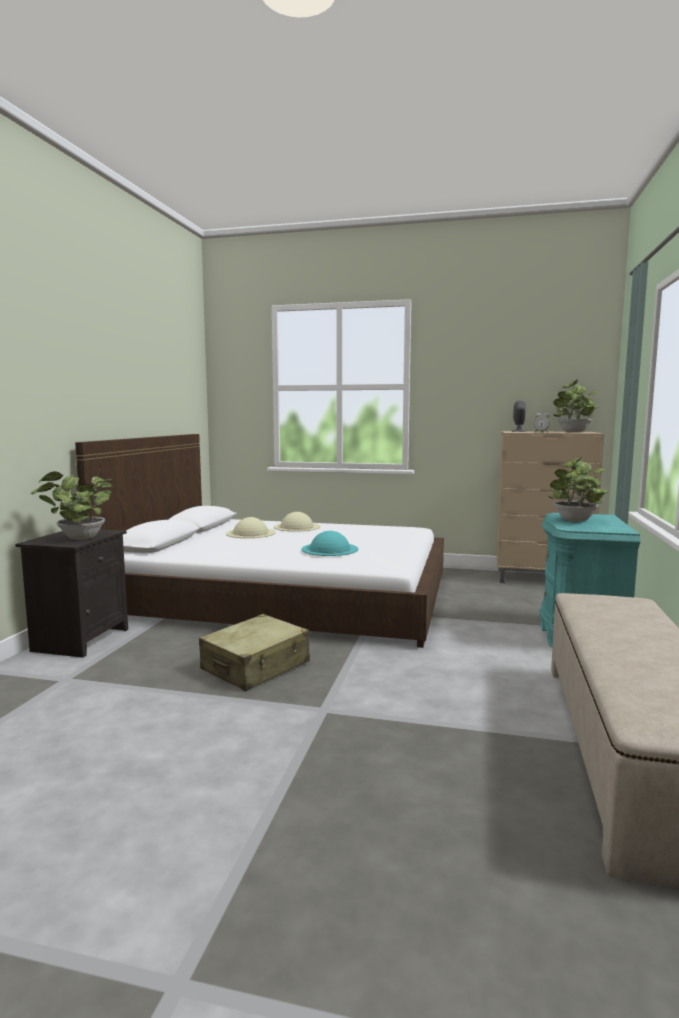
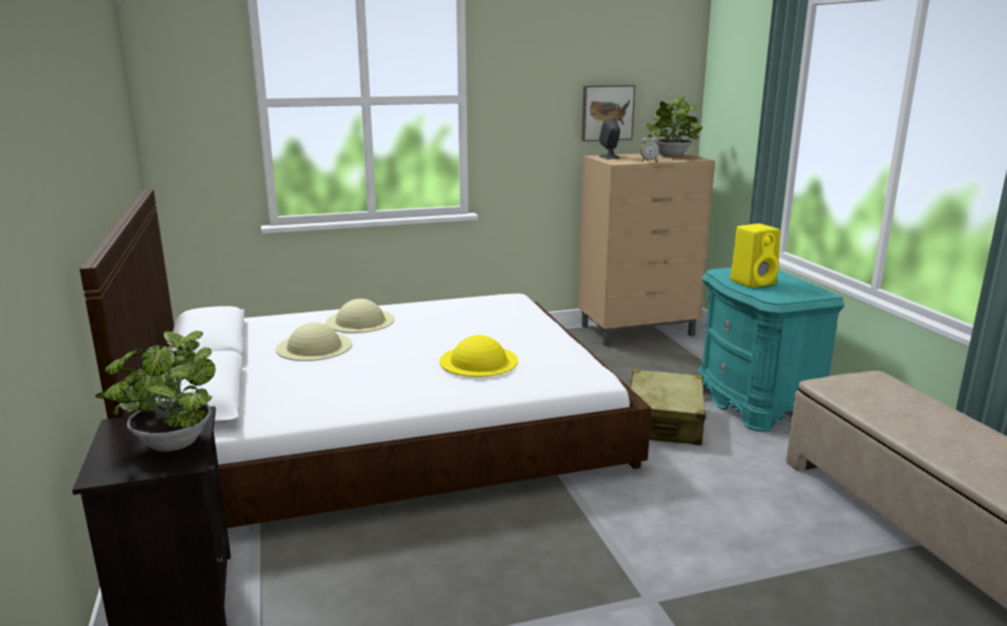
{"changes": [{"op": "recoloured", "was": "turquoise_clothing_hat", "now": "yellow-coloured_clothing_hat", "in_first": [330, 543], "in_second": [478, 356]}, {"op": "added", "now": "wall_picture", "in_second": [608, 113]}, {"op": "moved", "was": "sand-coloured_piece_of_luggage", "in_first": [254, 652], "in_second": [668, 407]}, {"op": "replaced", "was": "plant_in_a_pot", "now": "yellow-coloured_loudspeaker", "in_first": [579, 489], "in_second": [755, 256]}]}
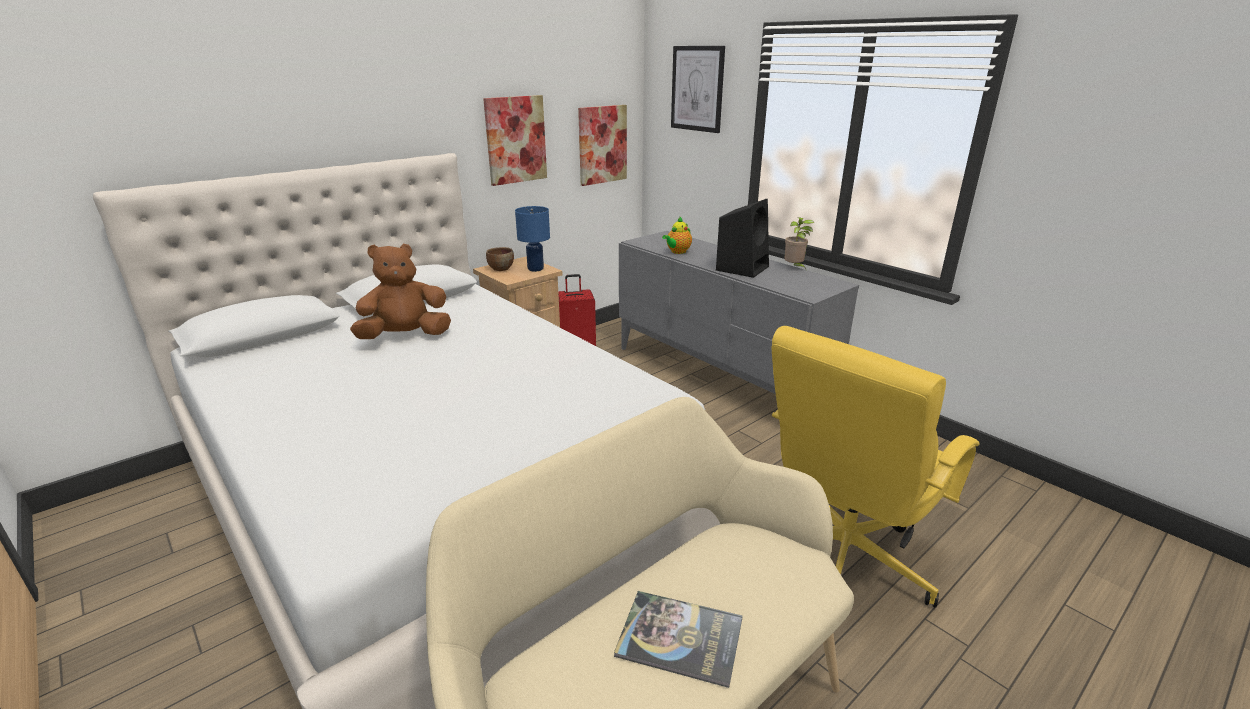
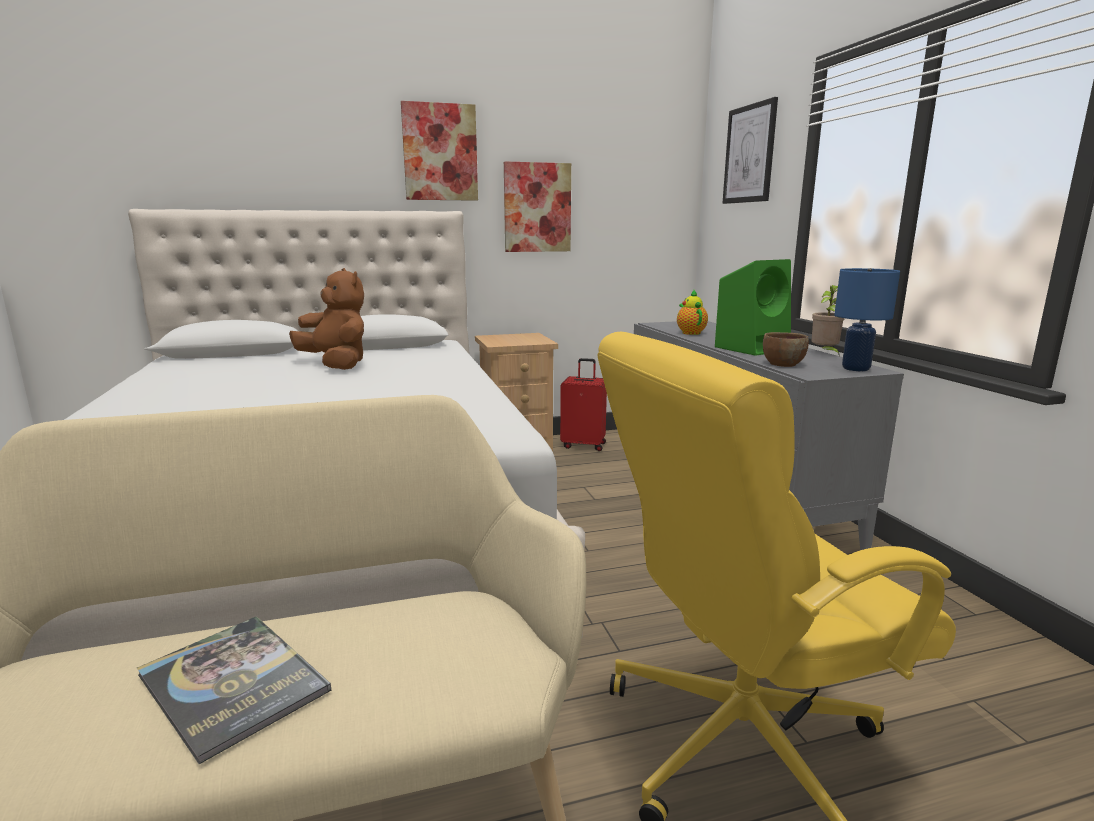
{"changes": [{"op": "turned", "was": "brown-coloured_cuddly_toy", "in_first": [400, 291], "in_second": [326, 319], "clockwise": 45}, {"op": "moved", "was": "wall_picture", "in_first": [602, 145], "in_second": [439, 151]}, {"op": "turned", "was": "teapot", "in_first": [677, 235], "in_second": [692, 312], "clockwise": 105}, {"op": "recoloured", "was": "black_loudspeaker", "now": "green-coloured_loudspeaker", "in_first": [742, 238], "in_second": [753, 307]}, {"op": "moved", "was": "brown-coloured_bowl", "in_first": [500, 259], "in_second": [786, 349]}, {"op": "moved", "was": "bluish_tabletop_lamp", "in_first": [532, 239], "in_second": [867, 319]}]}
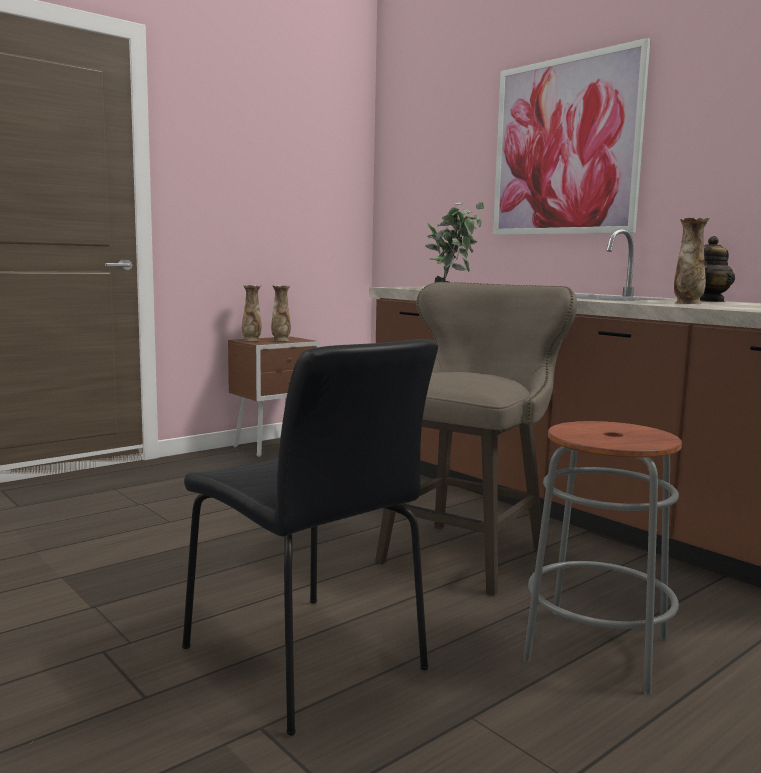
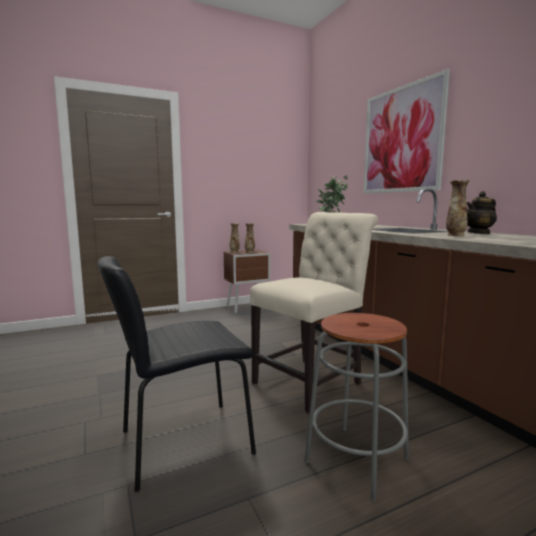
{"changes": [{"op": "turned", "was": "black_chair", "in_first": [310, 537], "in_second": [176, 374], "clockwise": 90}, {"op": "replaced", "was": "sand-coloured_sitting_stool", "now": "sand-coloured_chair", "in_first": [476, 439], "in_second": [314, 313]}]}
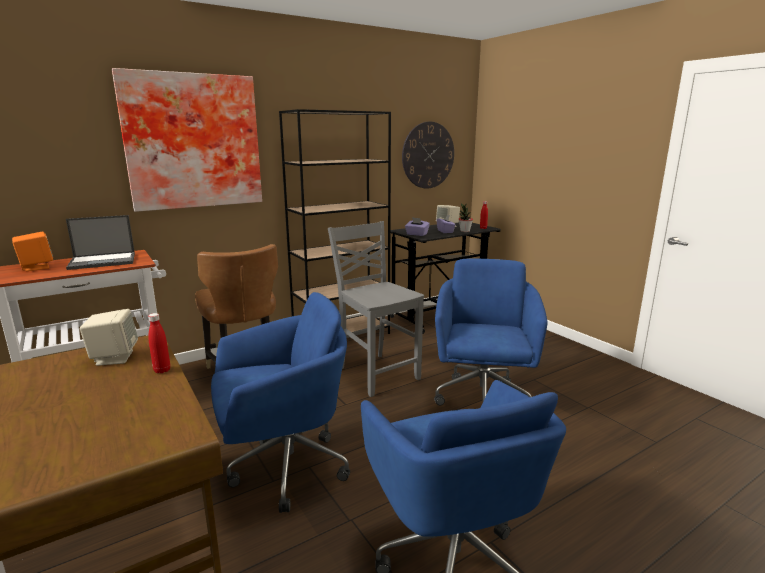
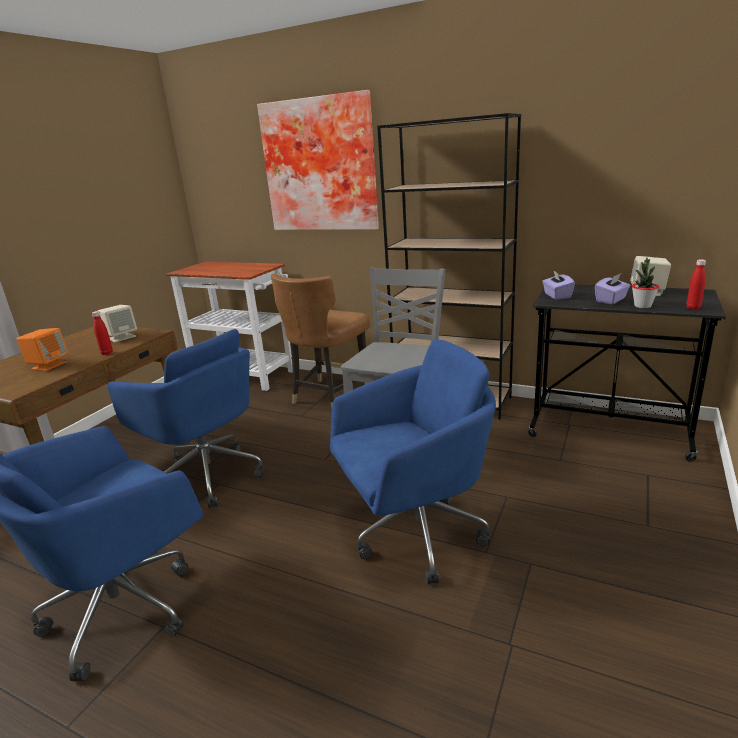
{"changes": [{"op": "moved", "was": "orange_loudspeaker", "in_first": [32, 251], "in_second": [42, 349]}, {"op": "removed", "was": "notebook_computer", "in_first": [100, 242]}, {"op": "removed", "was": "clock_on_the_wall", "in_first": [428, 155]}]}
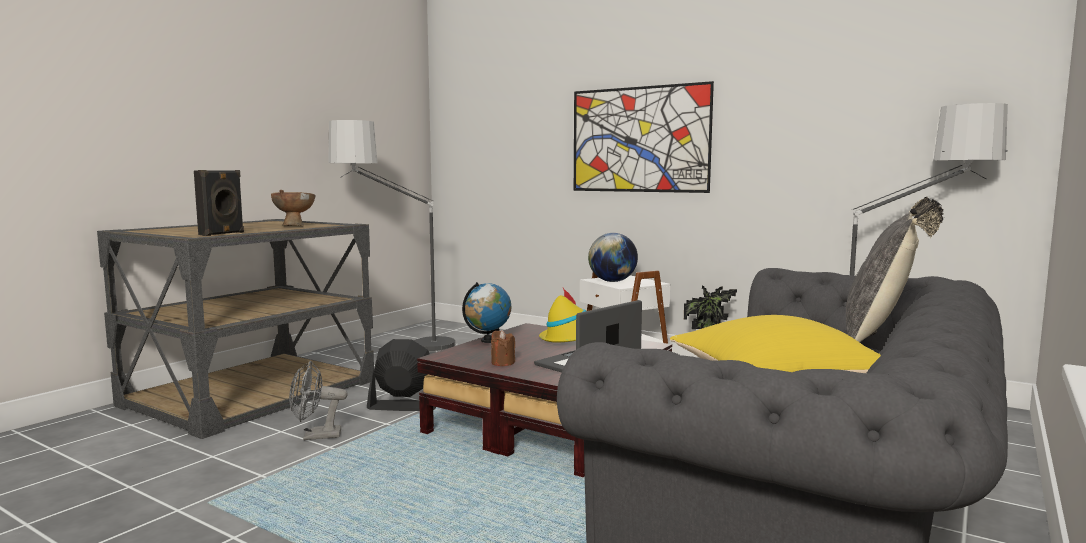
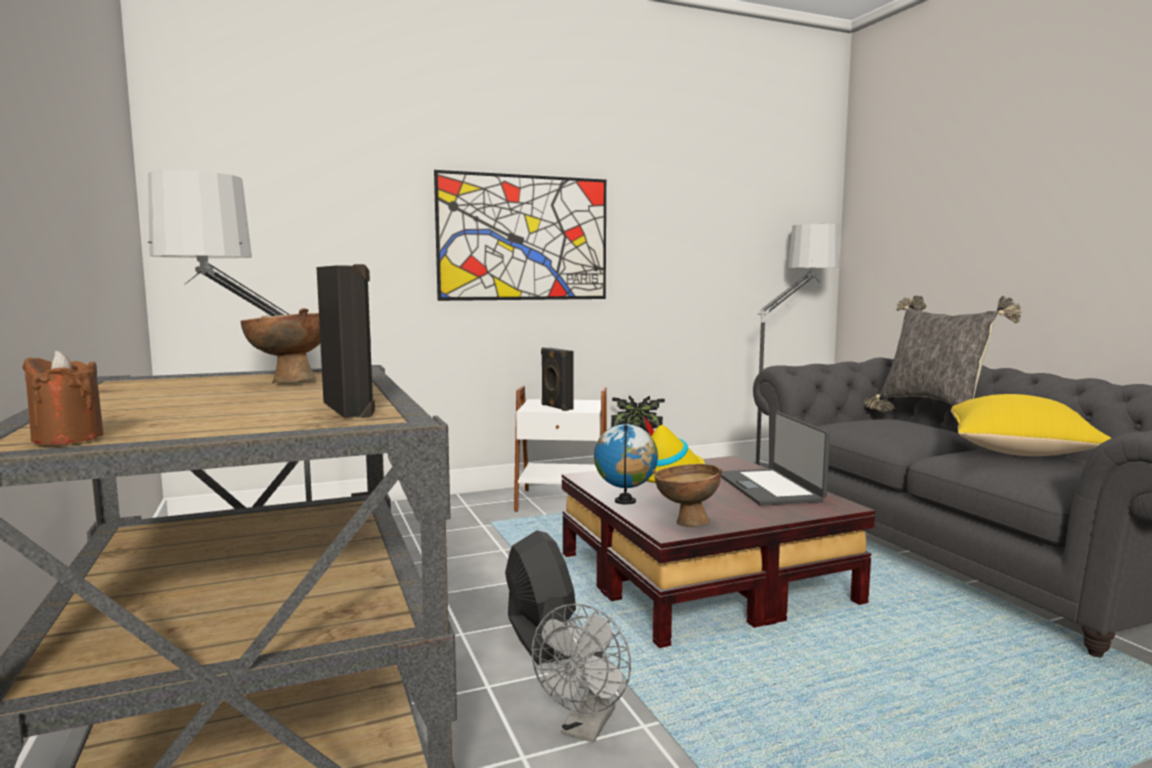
{"changes": [{"op": "moved", "was": "brown-coloured_candle", "in_first": [503, 348], "in_second": [63, 398]}, {"op": "turned", "was": "black_fan", "in_first": [401, 375], "in_second": [540, 597], "clockwise": 120}, {"op": "replaced", "was": "desk_globe", "now": "black_loudspeaker", "in_first": [613, 257], "in_second": [557, 379]}, {"op": "added", "now": "brown-coloured_bowl", "in_second": [687, 495]}]}
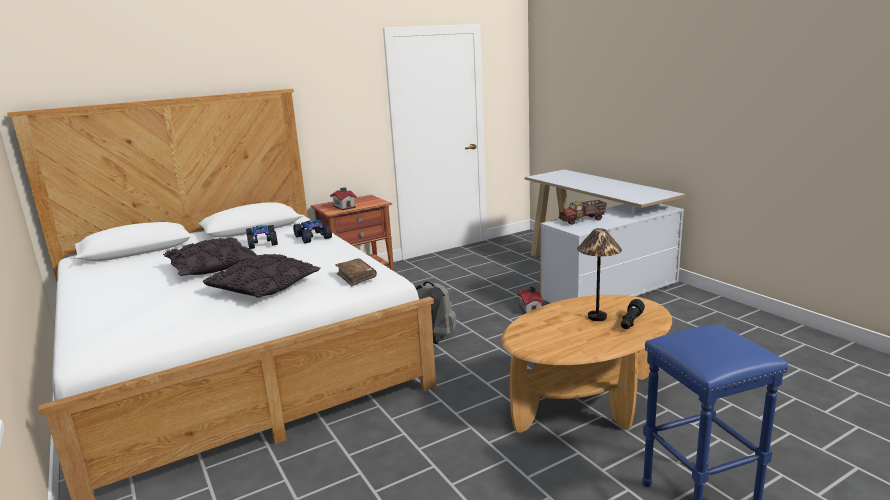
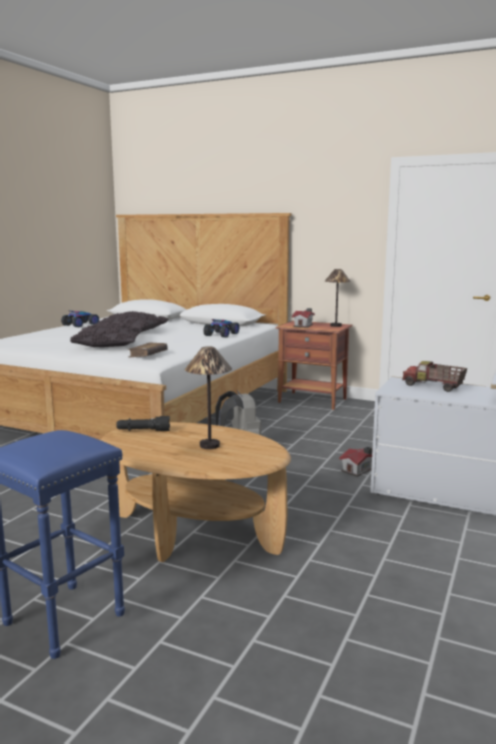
{"changes": [{"op": "moved", "was": "miniature_car", "in_first": [262, 237], "in_second": [80, 318]}, {"op": "moved", "was": "black_hand_torch", "in_first": [633, 314], "in_second": [143, 423]}, {"op": "added", "now": "tabletop_lamp", "in_second": [338, 298]}]}
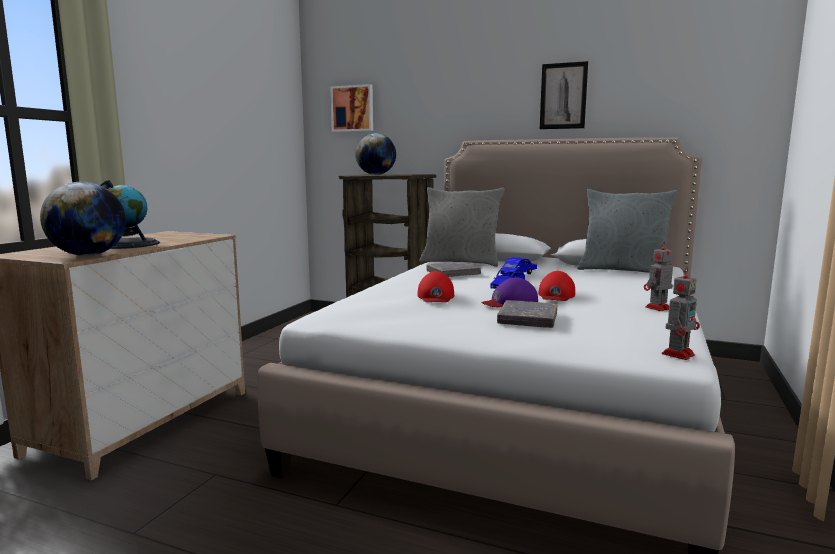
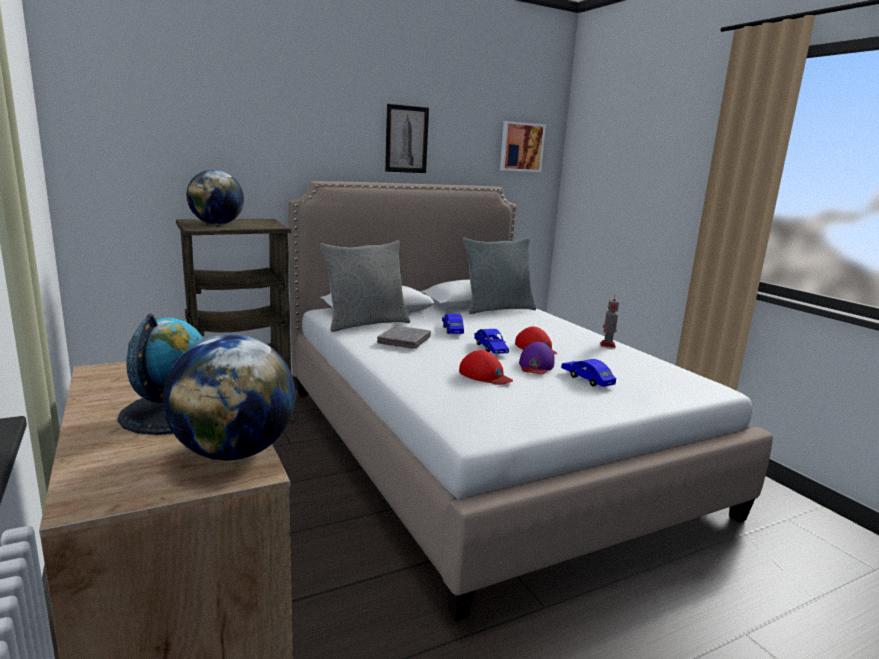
{"changes": [{"op": "moved", "was": "wall_picture", "in_first": [351, 108], "in_second": [523, 146]}, {"op": "replaced", "was": "grey_book", "now": "bluish_miniature_car", "in_first": [527, 314], "in_second": [588, 373]}, {"op": "removed", "was": "model_robot", "in_first": [681, 313]}]}
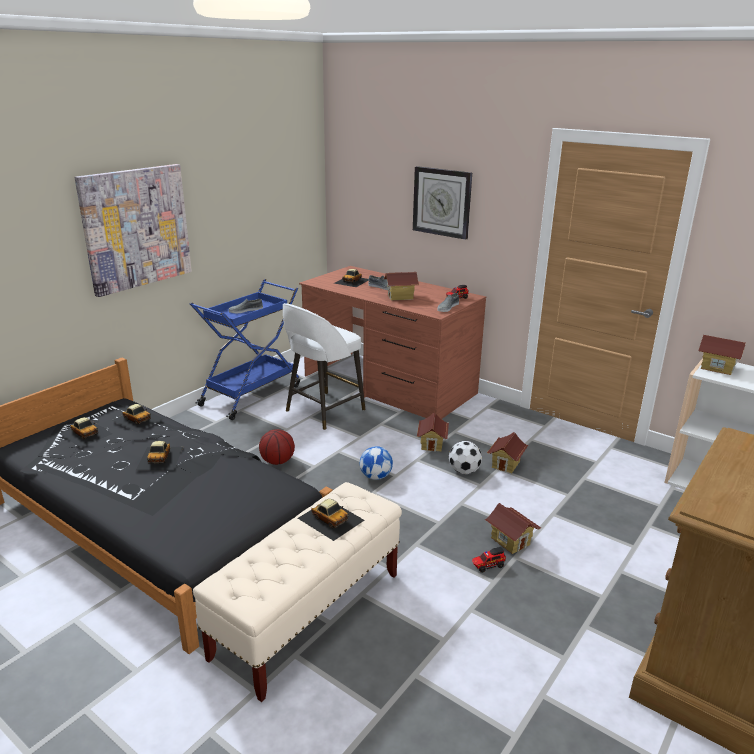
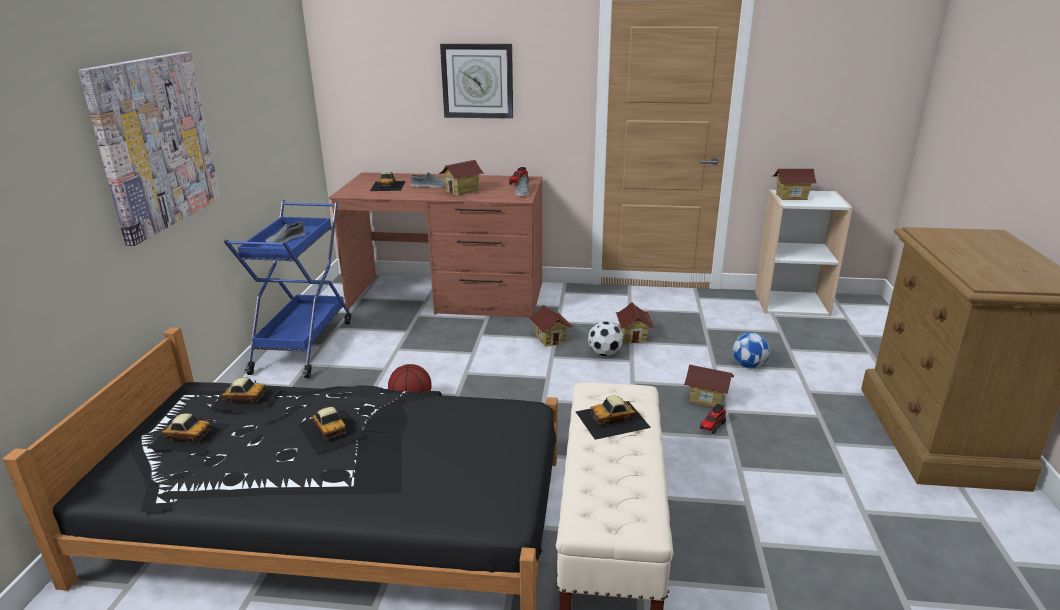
{"changes": [{"op": "turned", "was": "miniature_car", "in_first": [331, 520], "in_second": [613, 418], "clockwise": 150}, {"op": "moved", "was": "football", "in_first": [376, 463], "in_second": [751, 350]}, {"op": "removed", "was": "whitish_sitting_stool", "in_first": [324, 366]}]}
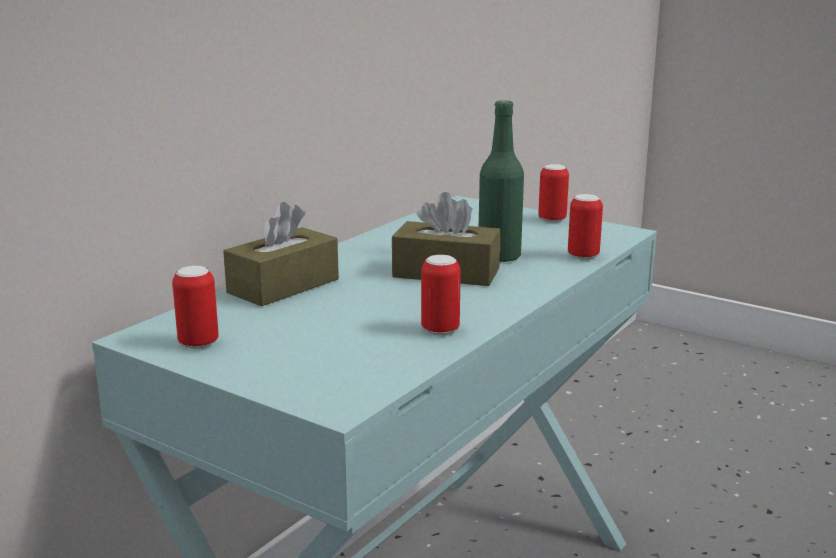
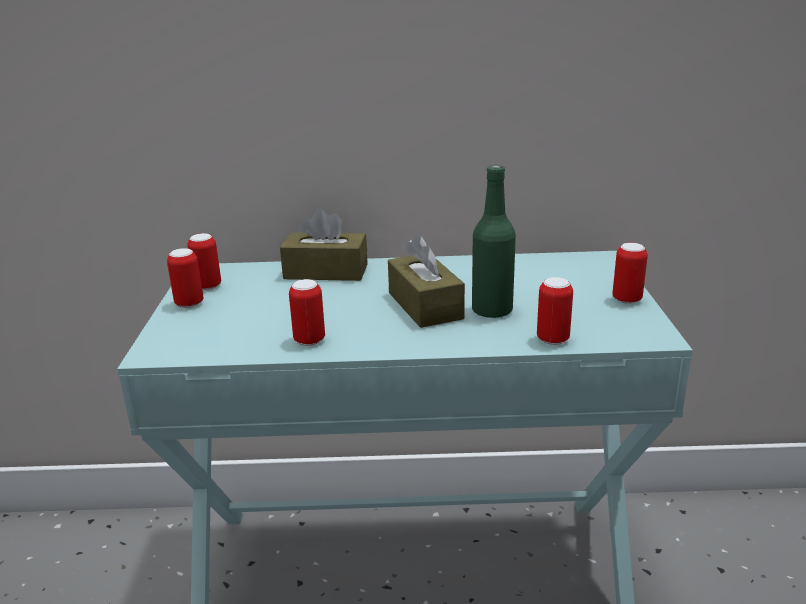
{"changes": [{"op": "added", "now": "metal_can", "in_second": [185, 278]}]}
